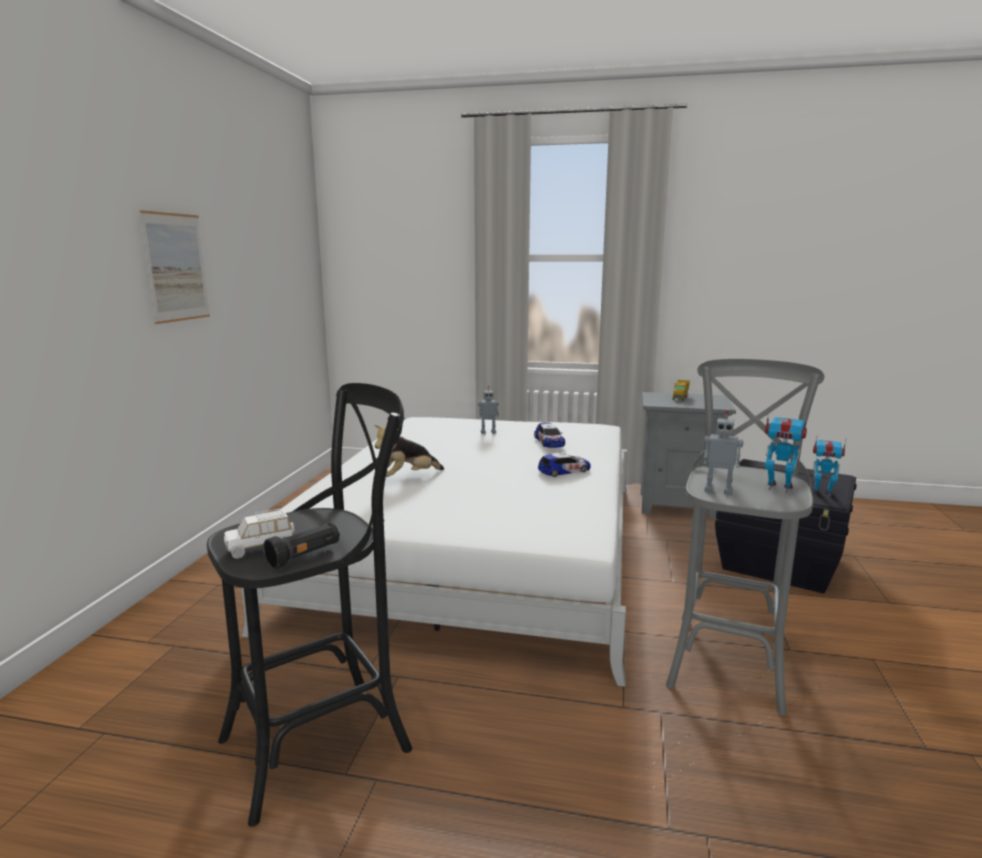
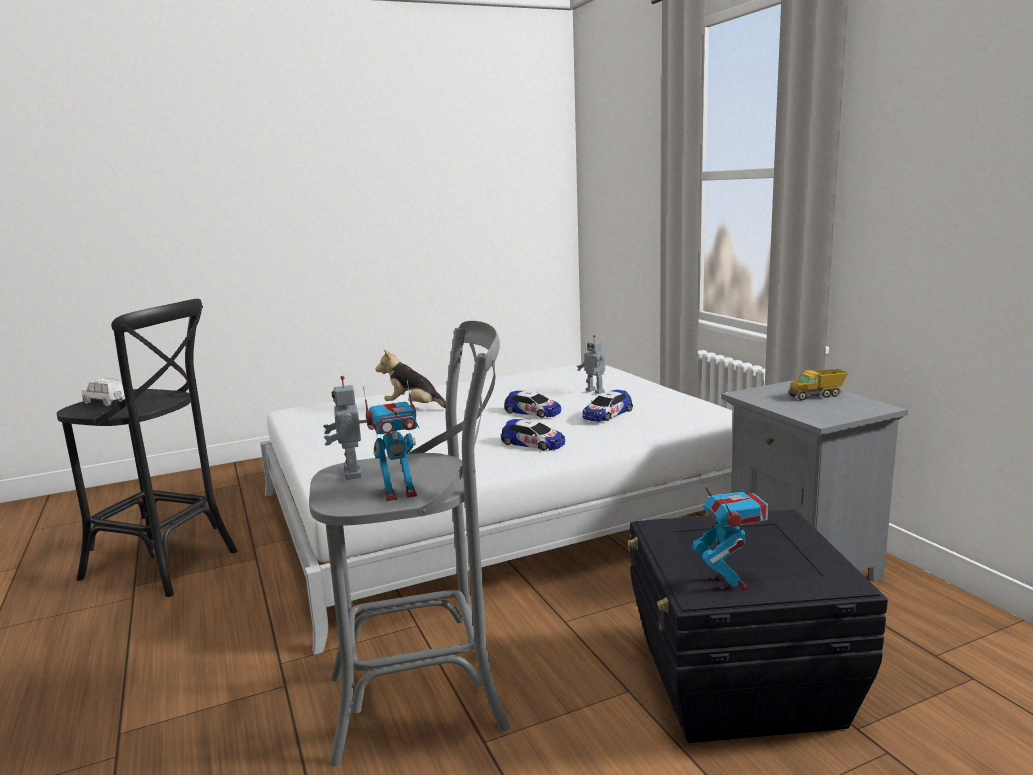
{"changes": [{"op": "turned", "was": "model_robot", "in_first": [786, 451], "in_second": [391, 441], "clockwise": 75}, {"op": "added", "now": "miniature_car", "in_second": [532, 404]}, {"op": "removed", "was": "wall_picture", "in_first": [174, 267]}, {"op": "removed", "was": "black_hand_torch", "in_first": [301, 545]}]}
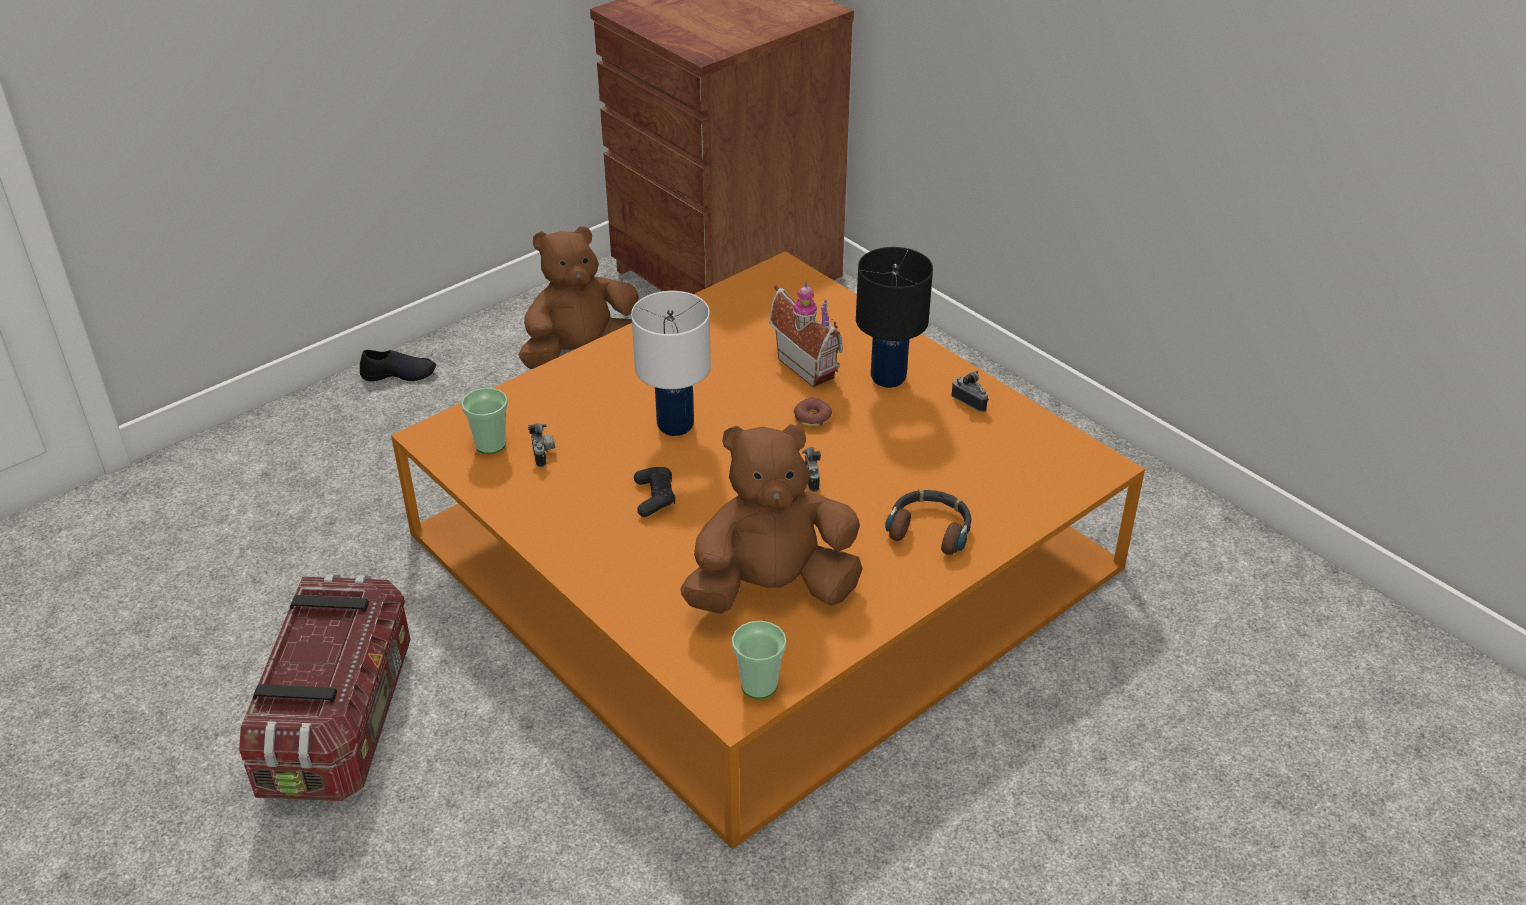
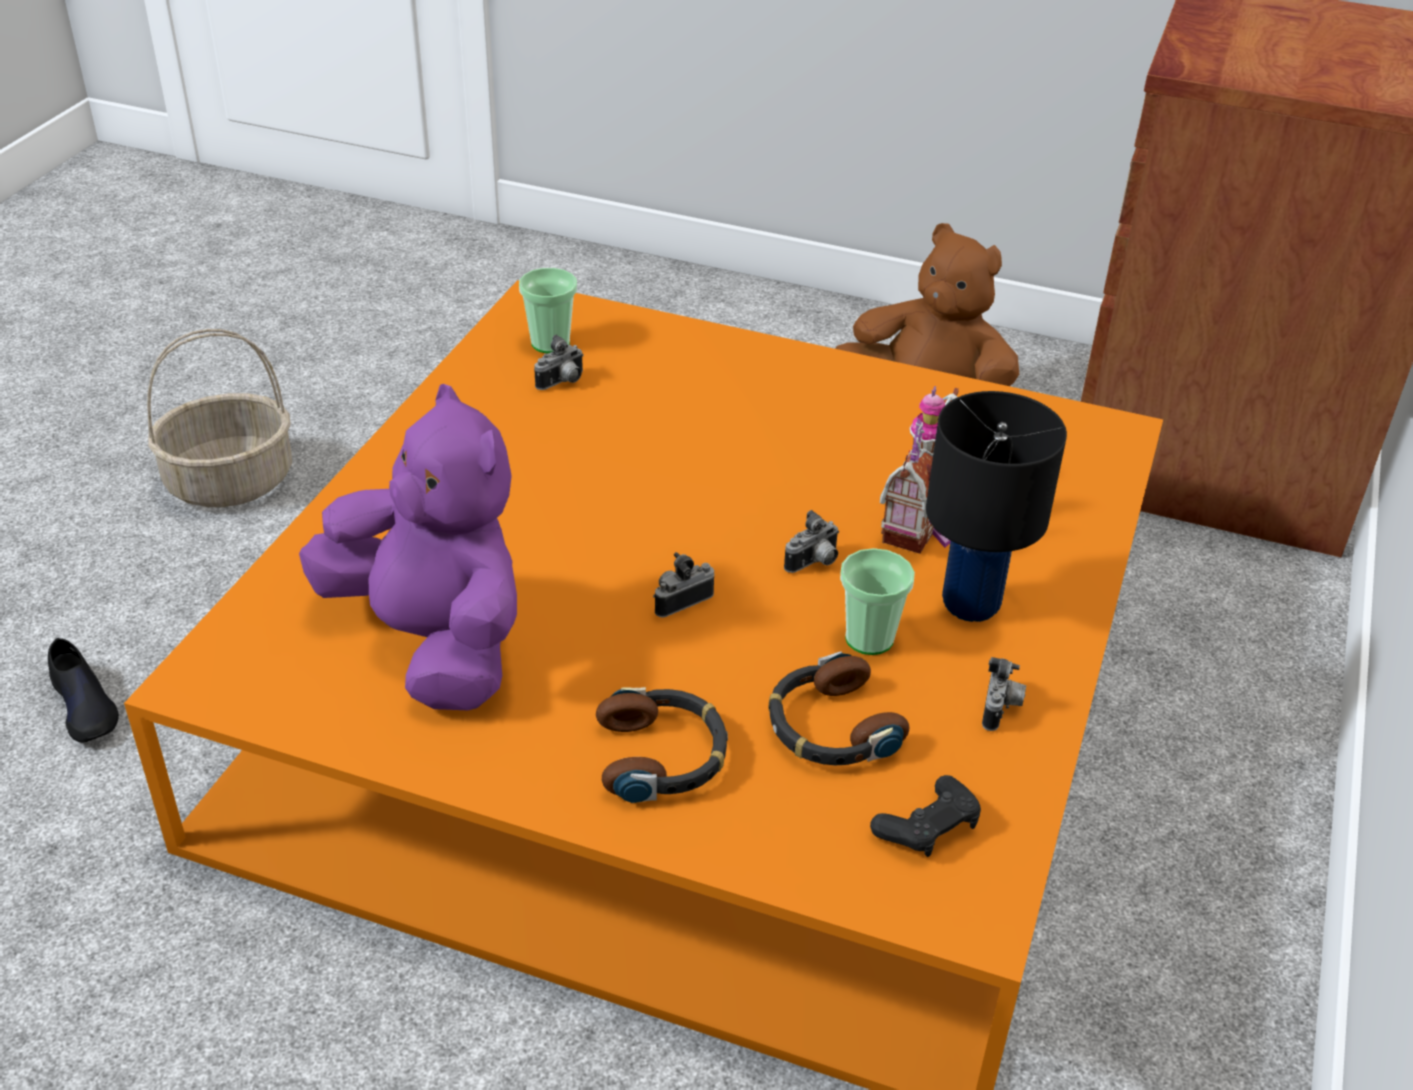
{"changes": [{"op": "moved", "was": "black_item_of_footwear", "in_first": [398, 365], "in_second": [83, 690]}, {"op": "replaced", "was": "storage_container", "now": "basket", "in_first": [325, 687], "in_second": [219, 418]}, {"op": "recoloured", "was": "brown-coloured_cuddly_toy", "now": "purple_cuddly_toy", "in_first": [771, 518], "in_second": [408, 547]}, {"op": "added", "now": "headphones", "in_second": [838, 708]}, {"op": "replaced", "was": "doughnut", "now": "photo_camera", "in_first": [813, 412], "in_second": [811, 541]}, {"op": "moved", "was": "drinking_cup", "in_first": [759, 660], "in_second": [877, 601]}, {"op": "moved", "was": "black_gamepad", "in_first": [654, 492], "in_second": [925, 816]}, {"op": "removed", "was": "whitish_tabletop_lamp", "in_first": [671, 363]}]}
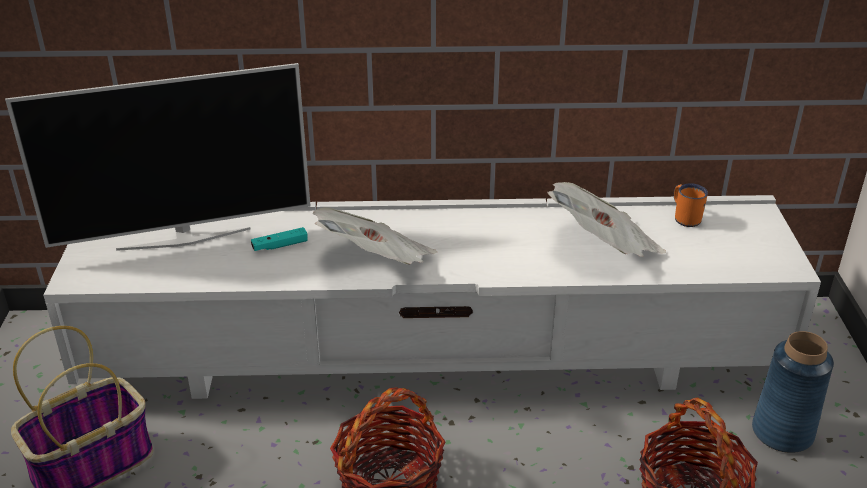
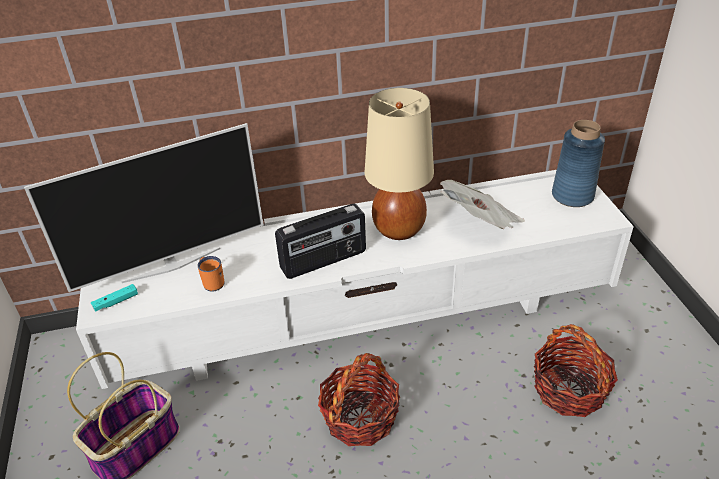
{"changes": [{"op": "moved", "was": "turquoise_gamepad", "in_first": [279, 239], "in_second": [114, 298]}, {"op": "moved", "was": "orange_tea_mug", "in_first": [691, 205], "in_second": [211, 274]}, {"op": "replaced", "was": "newspaper", "now": "radio_receiver", "in_first": [375, 236], "in_second": [320, 241]}, {"op": "added", "now": "sand-coloured_tabletop_lamp", "in_second": [399, 164]}, {"op": "moved", "was": "bluish_vase", "in_first": [793, 392], "in_second": [578, 163]}]}
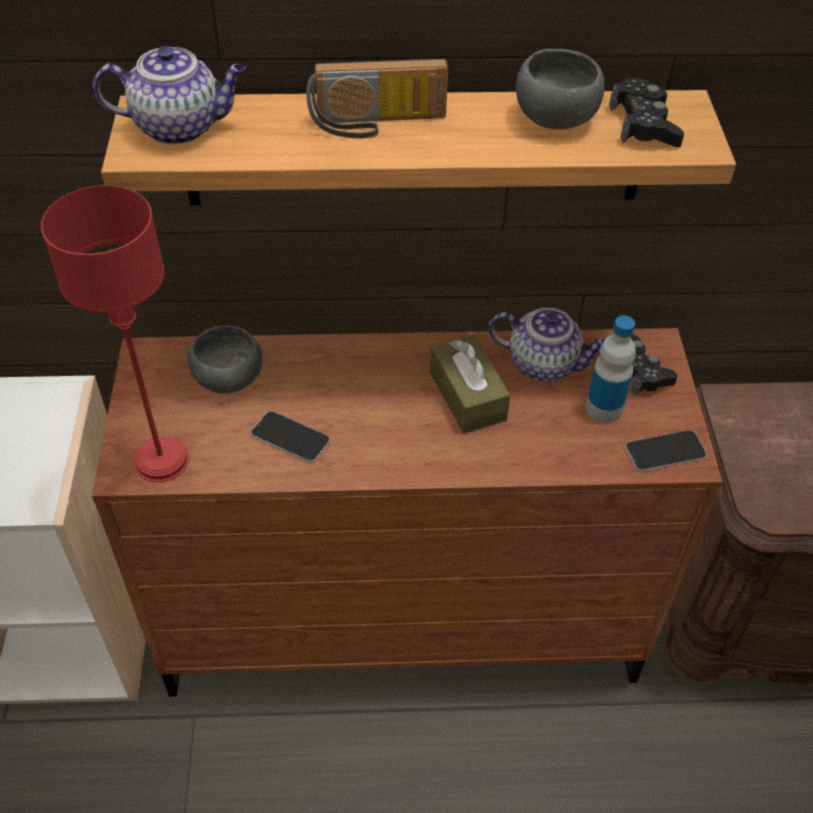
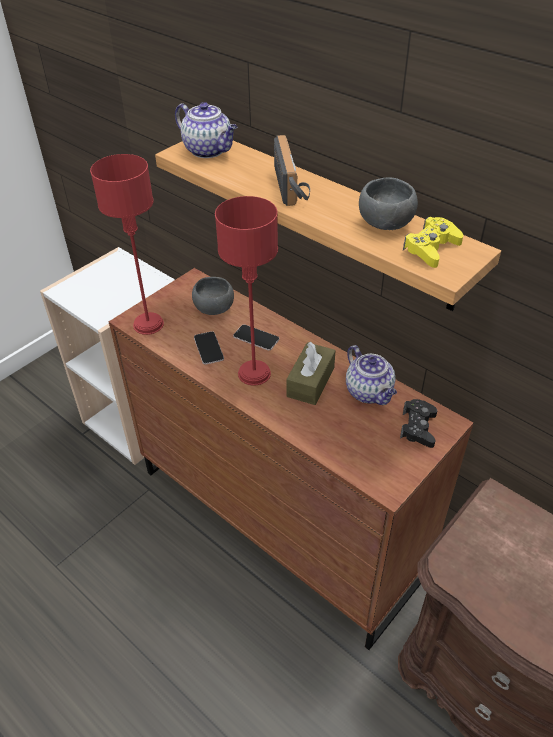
{"changes": [{"op": "added", "now": "red_tabletop_lamp", "in_second": [246, 291]}, {"op": "moved", "was": "telephone", "in_first": [666, 451], "in_second": [256, 337]}, {"op": "turned", "was": "radio_receiver", "in_first": [377, 98], "in_second": [292, 170], "clockwise": -135}, {"op": "recoloured", "was": "black_gamepad", "now": "yellow-coloured_gamepad", "in_first": [646, 112], "in_second": [433, 242]}, {"op": "removed", "was": "beverage_bottle", "in_first": [611, 369]}]}
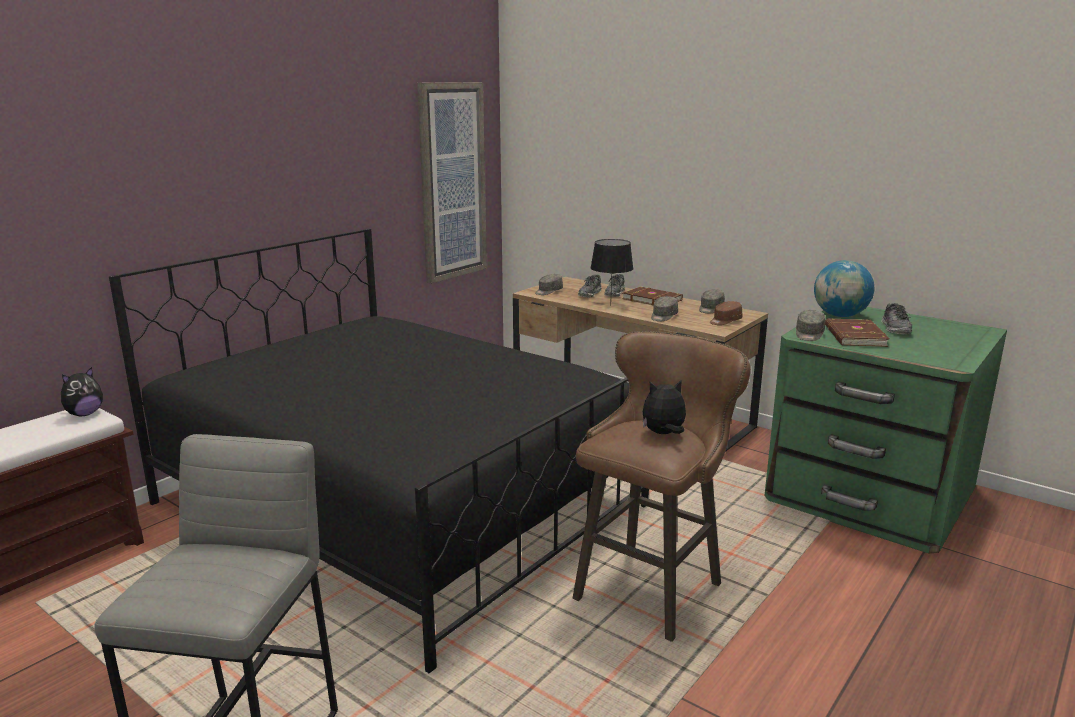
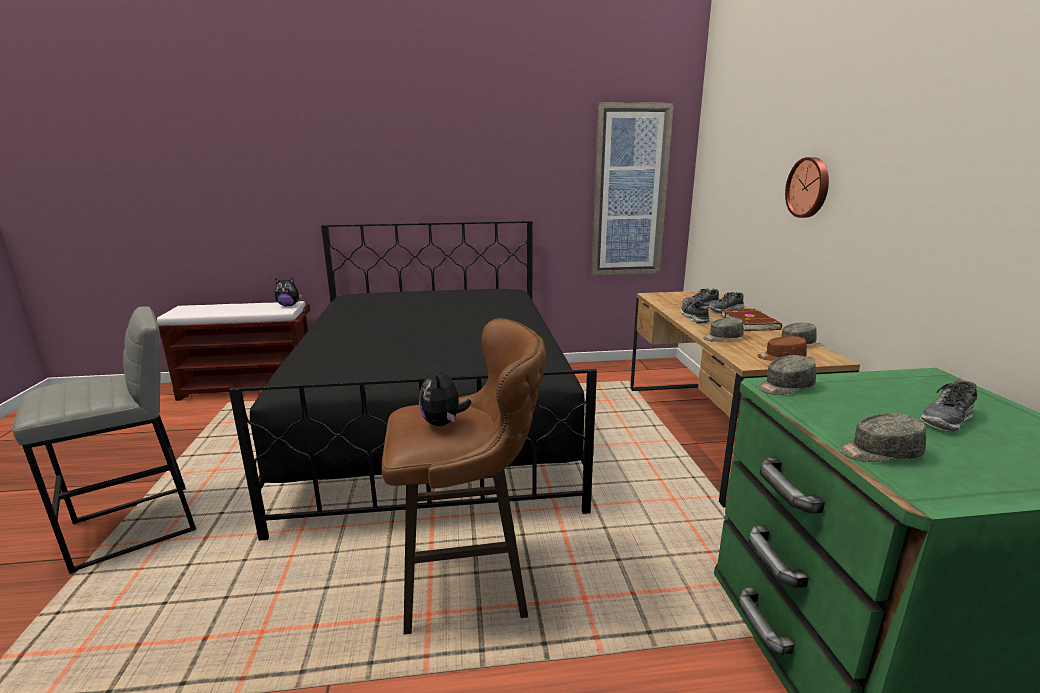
{"changes": [{"op": "turned", "was": "cuddly_toy", "in_first": [664, 407], "in_second": [445, 394], "clockwise": -135}, {"op": "replaced", "was": "black_tabletop_lamp", "now": "item_of_footwear", "in_first": [612, 272], "in_second": [695, 312]}, {"op": "added", "now": "clock_on_the_wall", "in_second": [807, 187]}, {"op": "moved", "was": "grey_peaked_cap", "in_first": [549, 284], "in_second": [882, 437]}, {"op": "removed", "was": "desk_globe", "in_first": [844, 288]}, {"op": "removed", "was": "brown-coloured_book", "in_first": [857, 333]}]}
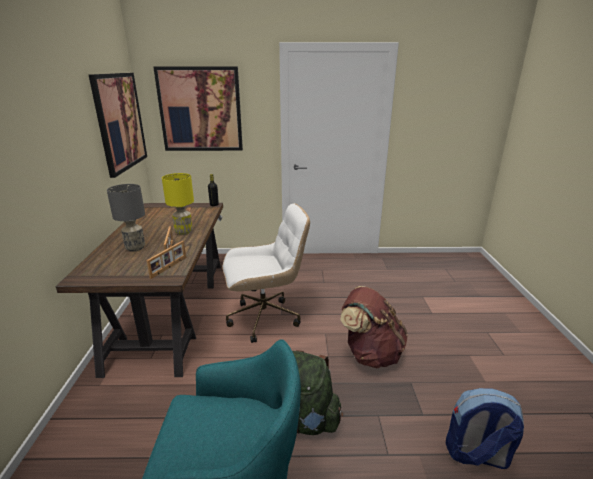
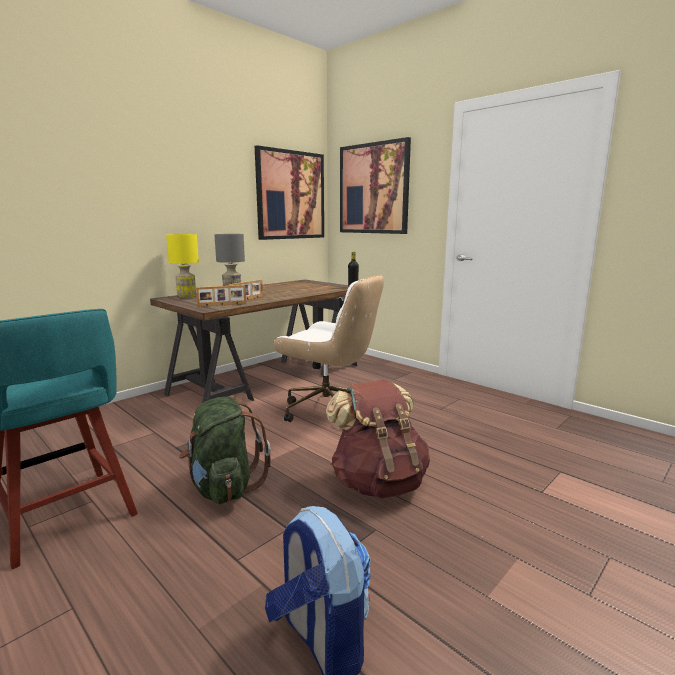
{"changes": [{"op": "moved", "was": "yellow-coloured_tabletop_lamp", "in_first": [178, 204], "in_second": [182, 266]}]}
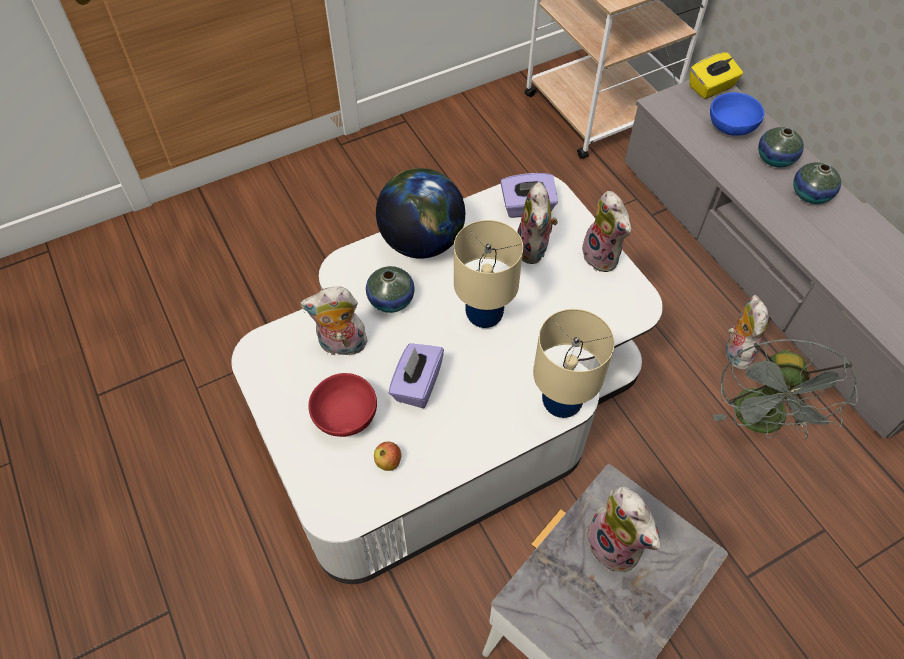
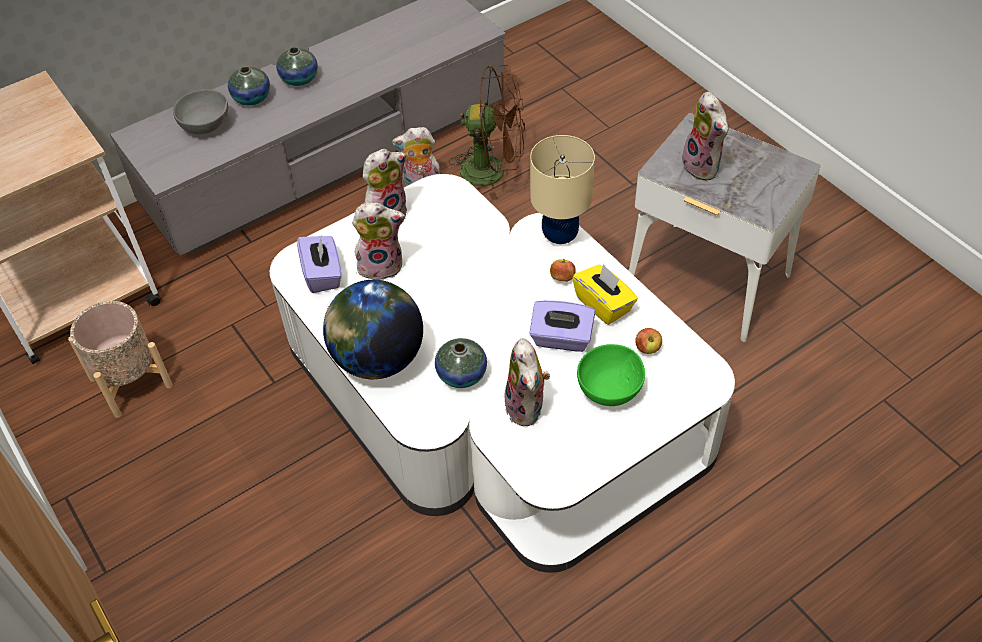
{"changes": [{"op": "added", "now": "sand-coloured_plant_pot", "in_second": [120, 359]}, {"op": "recoloured", "was": "bluish_bowl", "now": "grey_bowl", "in_first": [737, 114], "in_second": [200, 111]}, {"op": "recoloured", "was": "grey_fan", "now": "brown-coloured_fan", "in_first": [785, 389], "in_second": [487, 132]}, {"op": "added", "now": "whole_apple", "in_second": [563, 270]}, {"op": "moved", "was": "yellow-coloured_box_of_tissues", "in_first": [716, 75], "in_second": [605, 294]}, {"op": "recoloured", "was": "red_bowl", "now": "green-coloured_bowl", "in_first": [342, 405], "in_second": [611, 375]}, {"op": "turned", "was": "cuddly_toy", "in_first": [621, 529], "in_second": [705, 136], "clockwise": 105}, {"op": "removed", "was": "sand-coloured_tabletop_lamp", "in_first": [488, 274]}]}
